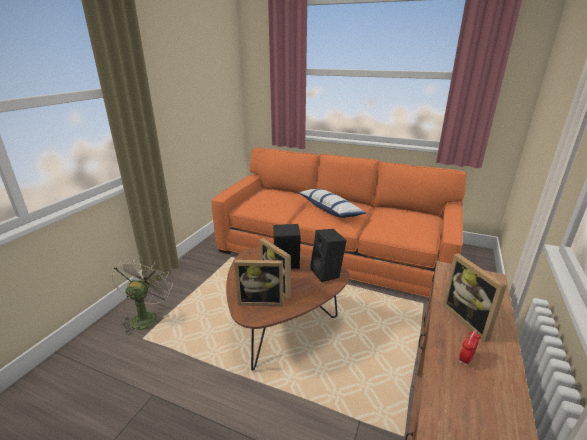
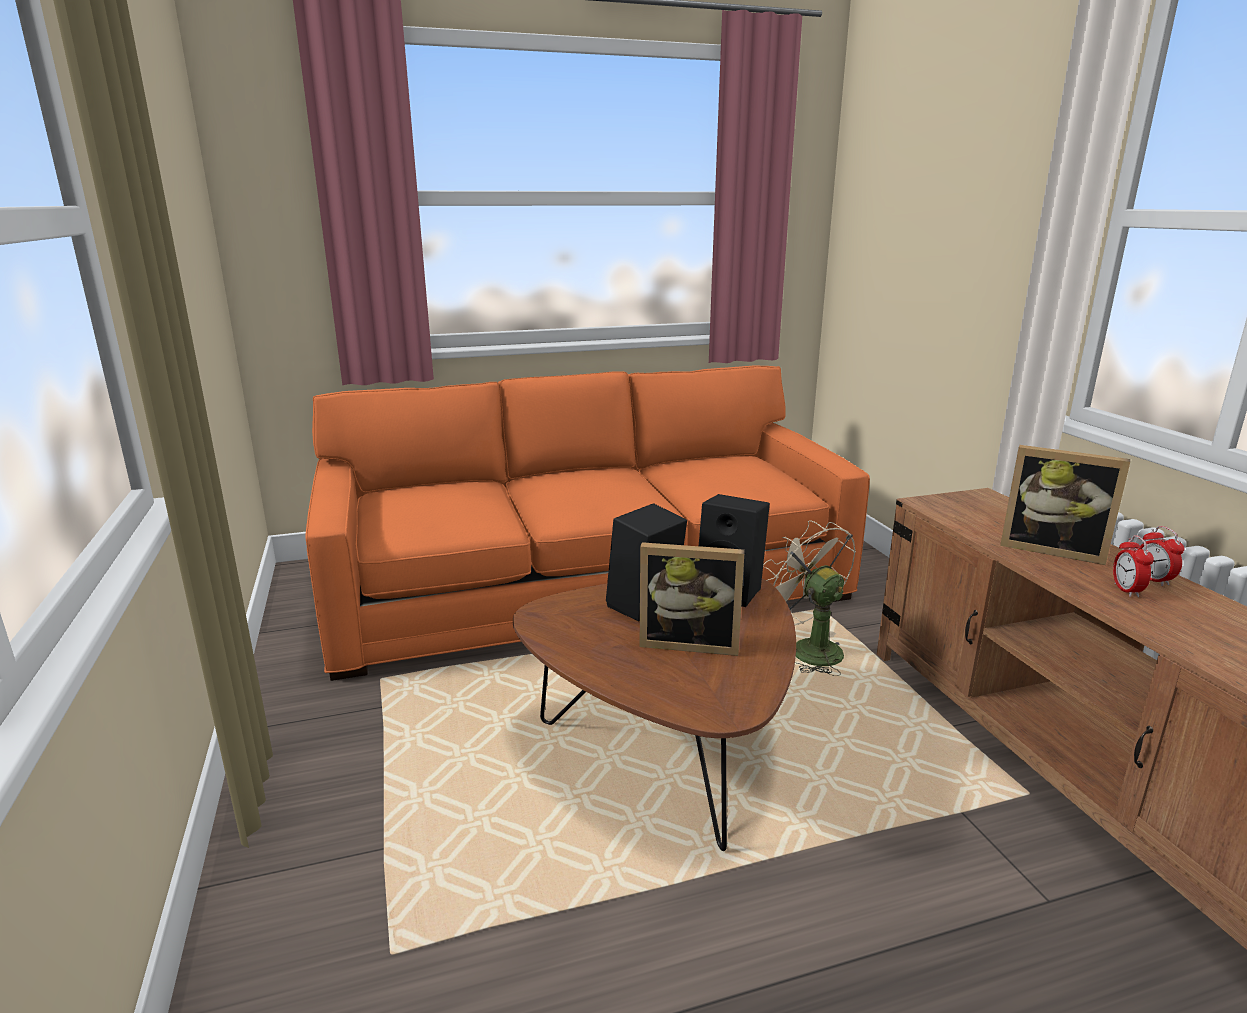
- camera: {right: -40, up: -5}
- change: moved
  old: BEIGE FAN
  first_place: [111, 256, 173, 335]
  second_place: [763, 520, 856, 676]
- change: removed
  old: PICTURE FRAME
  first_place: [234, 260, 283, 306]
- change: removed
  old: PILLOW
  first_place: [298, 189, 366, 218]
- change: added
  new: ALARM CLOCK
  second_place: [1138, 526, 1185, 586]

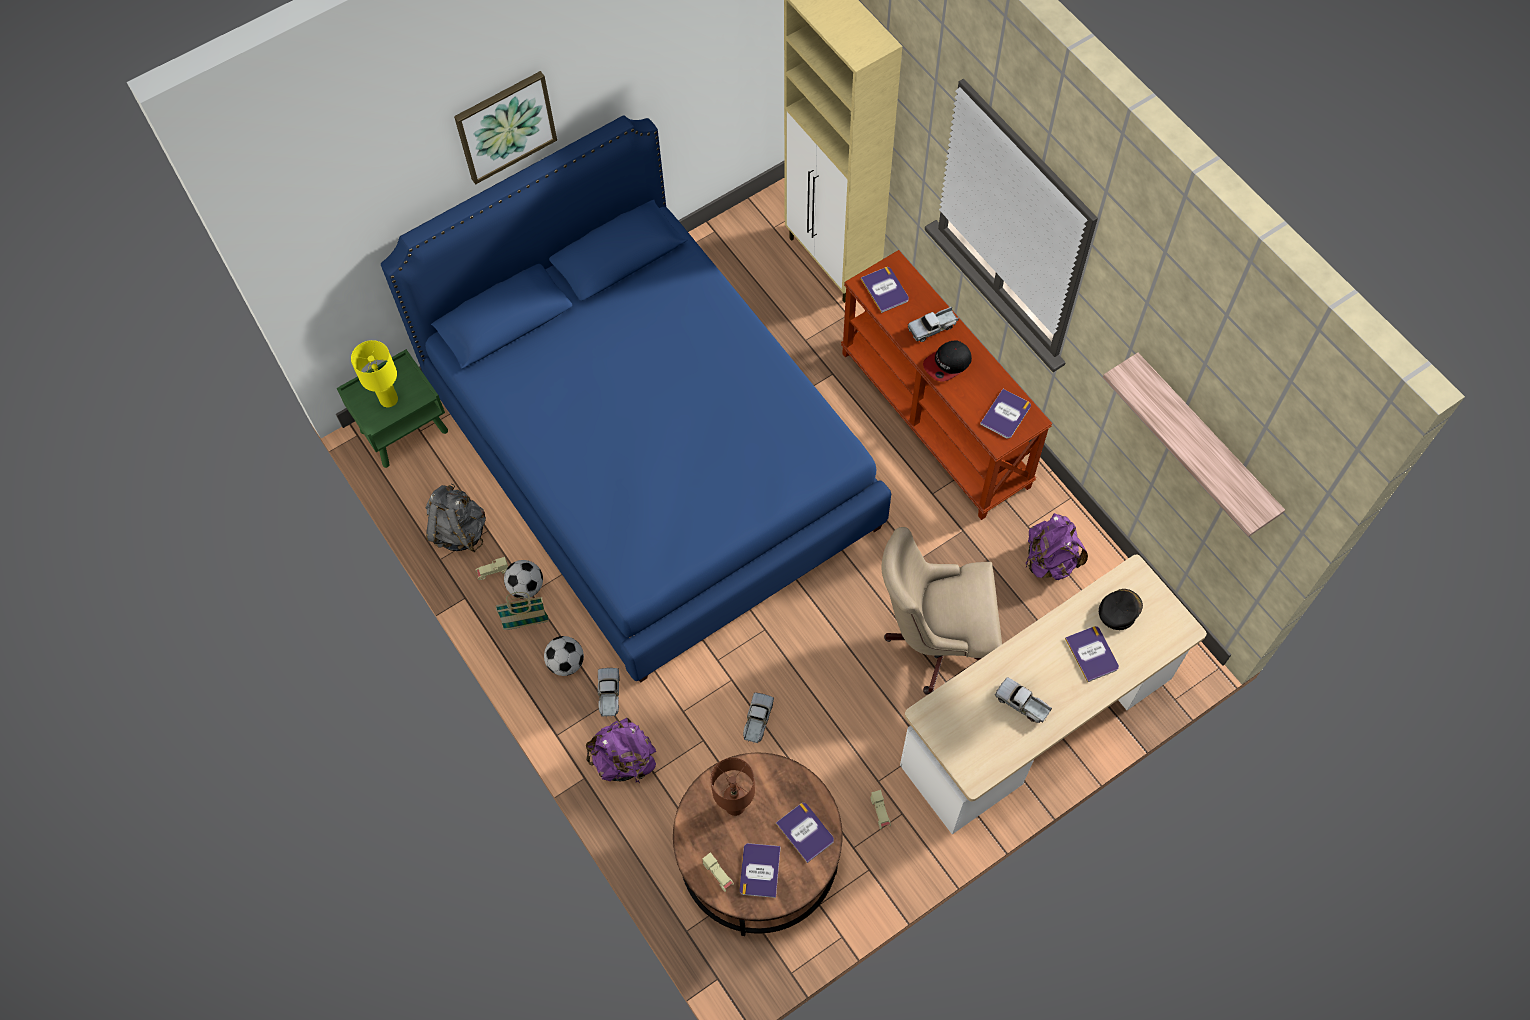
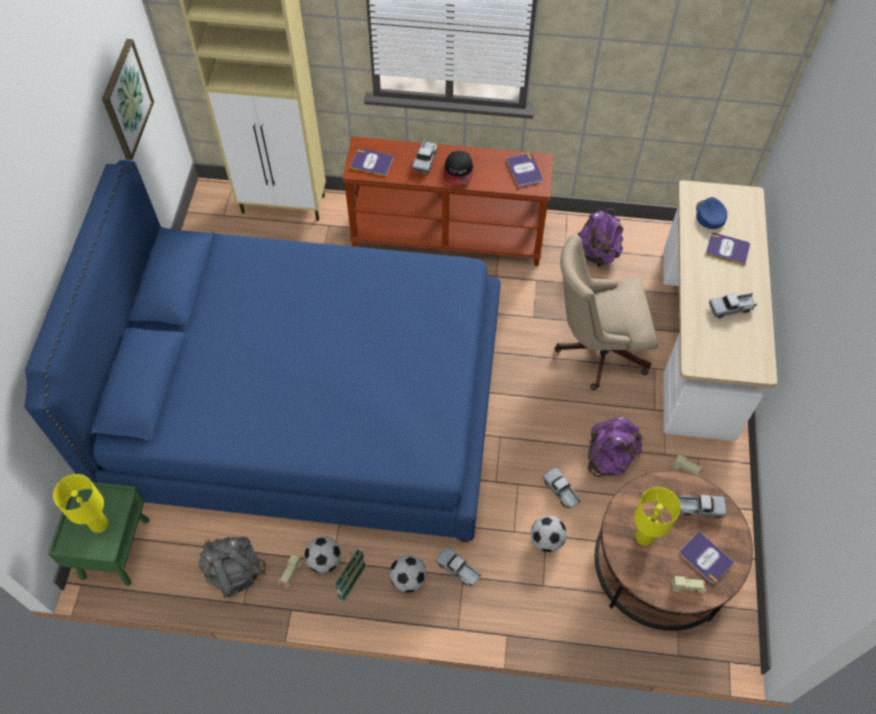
- camera: {right: -50, up: -5}
- change: moved
  old: PICTURE
  first_place: [454, 71, 557, 184]
  second_place: [102, 39, 154, 160]
- change: moved
  old: PURPLE BACKPACK
  first_place: [586, 718, 656, 783]
  second_place: [587, 417, 644, 477]
- change: recoloured
  old: BROWN TABLE LAMP
  new: YELLOW TABLE LAMP
  first_place: [711, 758, 755, 816]
  second_place: [634, 487, 681, 546]
- change: replaced
  old: BOOK
  new: TOY TRUCK
  first_place: [776, 803, 834, 863]
  second_place: [678, 495, 726, 519]
- change: turned
  old: BEIGE OFFICE CHAIR
  first_place: [881, 527, 1002, 695]
  second_place: [554, 235, 659, 390]
  degrees: 45
- change: recoloured
  old: BLACK CAP
  new: BLUE CAP
  first_place: [1099, 589, 1143, 630]
  second_place: [696, 197, 727, 229]
- change: removed
  old: SHELF
  first_place: [1103, 353, 1285, 537]
- change: added
  new: FOOTBALL
  second_place: [531, 516, 567, 552]

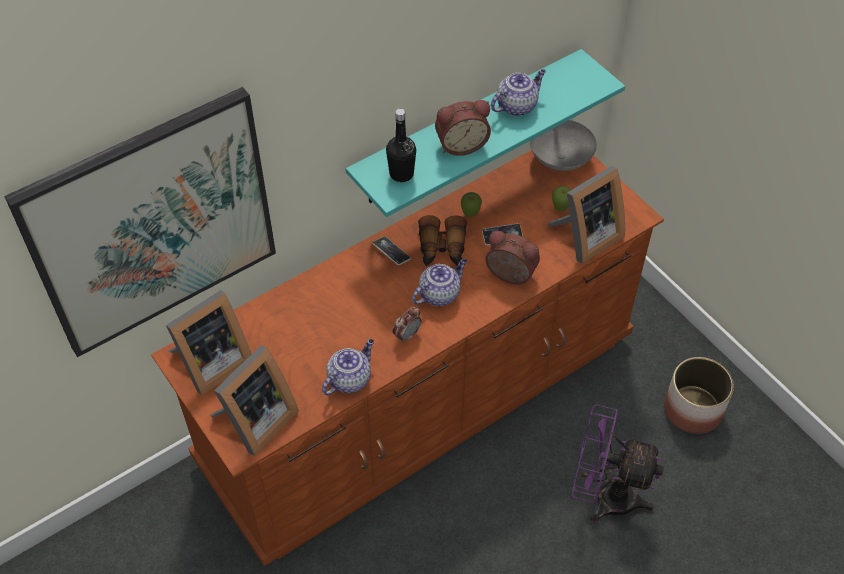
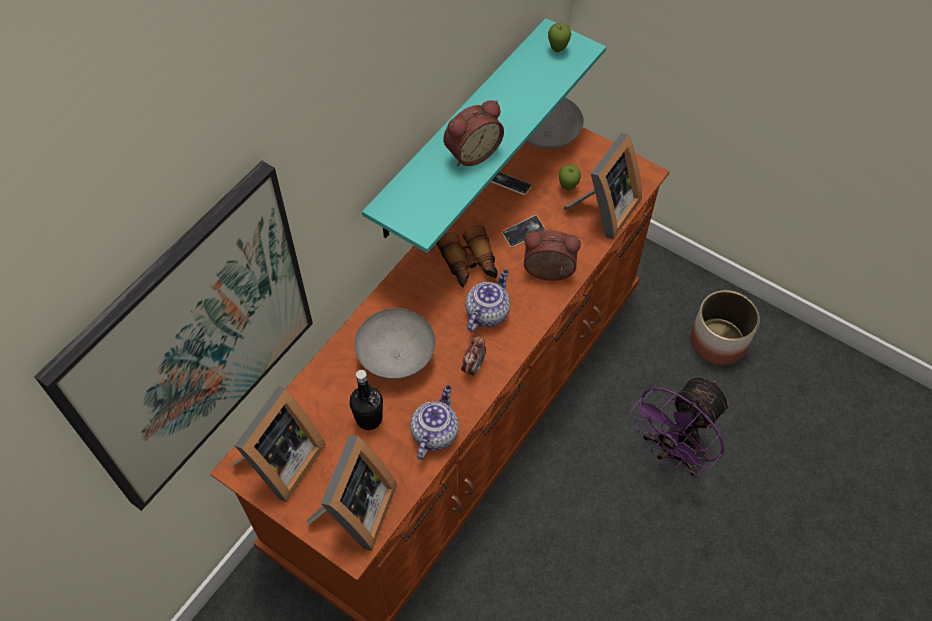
- camera: {right: -20, up: 5}
- change: moved
  old: PHONE
  first_place: [372, 236, 411, 265]
  second_place: [491, 172, 532, 195]
- change: moved
  old: BLACK BOTTLE
  first_place: [386, 109, 416, 182]
  second_place: [349, 370, 383, 430]
- change: moved
  old: APPLE
  first_place: [461, 192, 482, 217]
  second_place: [548, 23, 571, 52]
- change: removed
  old: TEAPOT
  first_place: [491, 69, 546, 116]
- change: turned
  old: PURPLE FAN
  first_place: [572, 404, 664, 523]
  second_place: [630, 377, 730, 476]
  degrees: -45
- change: added
  new: GREY BOWL
  second_place: [354, 308, 435, 379]

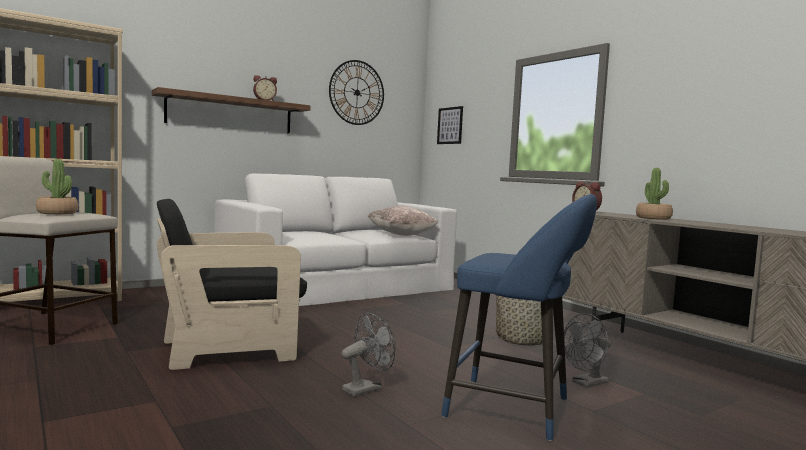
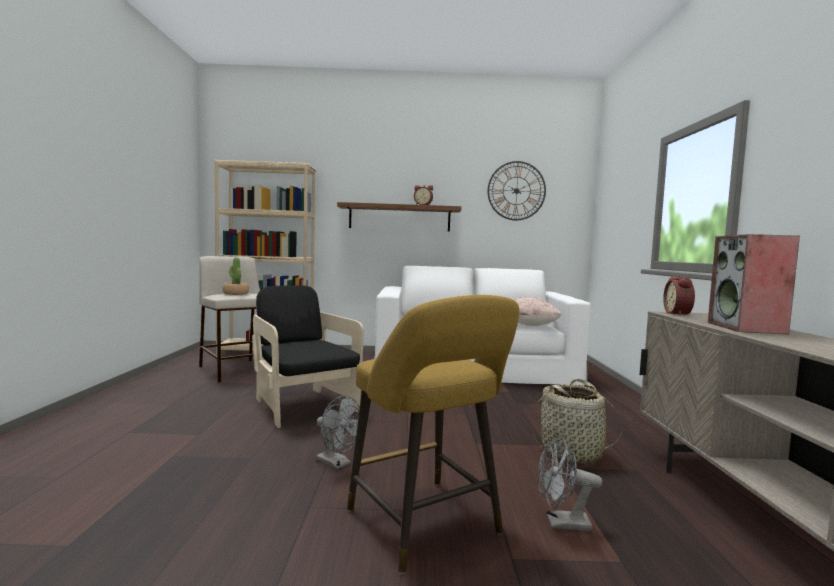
- camera: {right: 35, up: 0}
- change: turned
  old: BLACK ARMCHAIR
  first_place: [157, 199, 307, 370]
  second_place: [252, 285, 364, 428]
  degrees: 45
- change: turned
  old: GREY FAN
  first_place: [341, 313, 396, 396]
  second_place: [316, 396, 360, 469]
  degrees: 45
- change: removed
  old: PICTURE
  first_place: [437, 106, 463, 144]
- change: recoloured
  old: BLUE STOOL
  new: YELLOW STOOL
  first_place: [441, 194, 597, 441]
  second_place: [347, 295, 519, 574]
- change: replaced
  old: POTTED PLANT
  new: SPEAKER
  first_place: [636, 168, 673, 220]
  second_place: [708, 234, 800, 335]

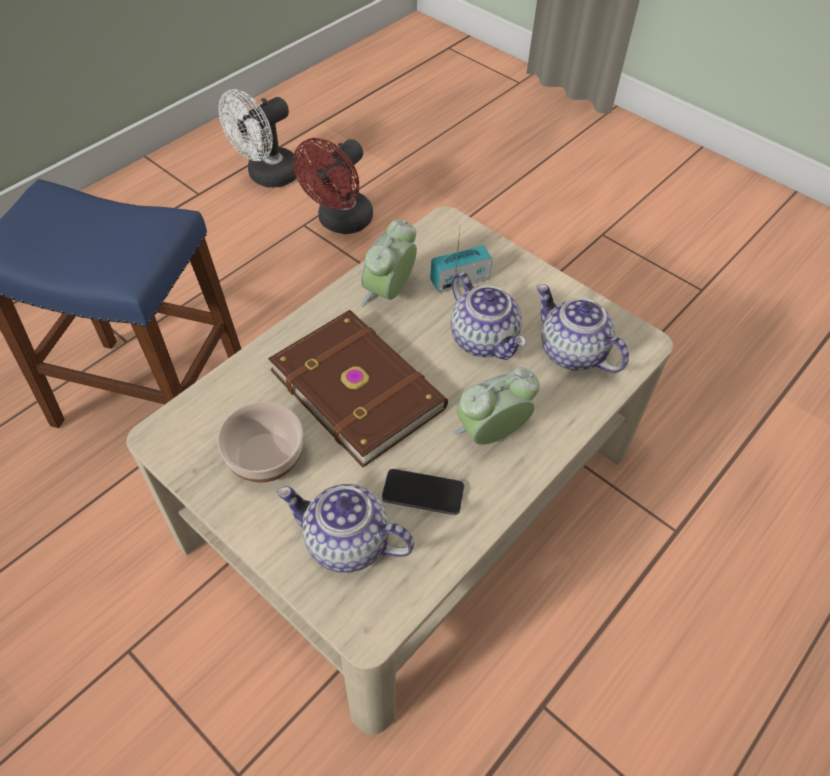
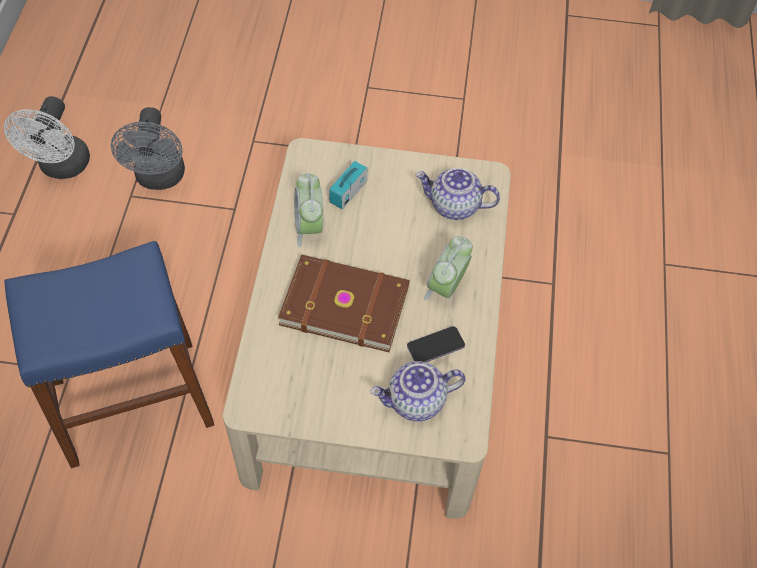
- camera: {right: -35, up: 5}
- change: removed
  old: BOWL
  first_place: [217, 402, 303, 483]
- change: recoloured
  old: RED FAN
  new: GREY FAN
  first_place: [293, 138, 373, 234]
  second_place: [111, 107, 185, 190]
- change: removed
  old: TEAPOT
  first_place: [451, 272, 526, 360]

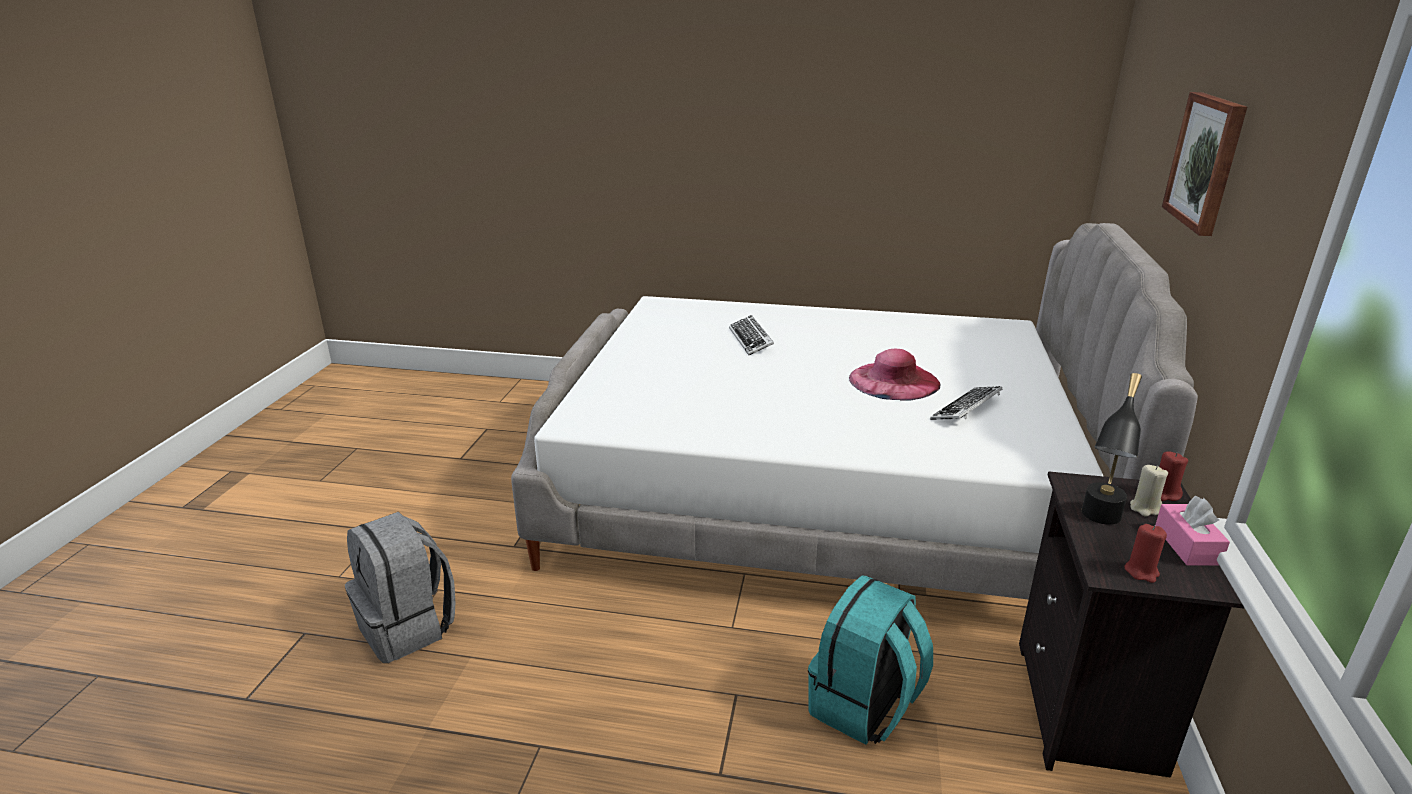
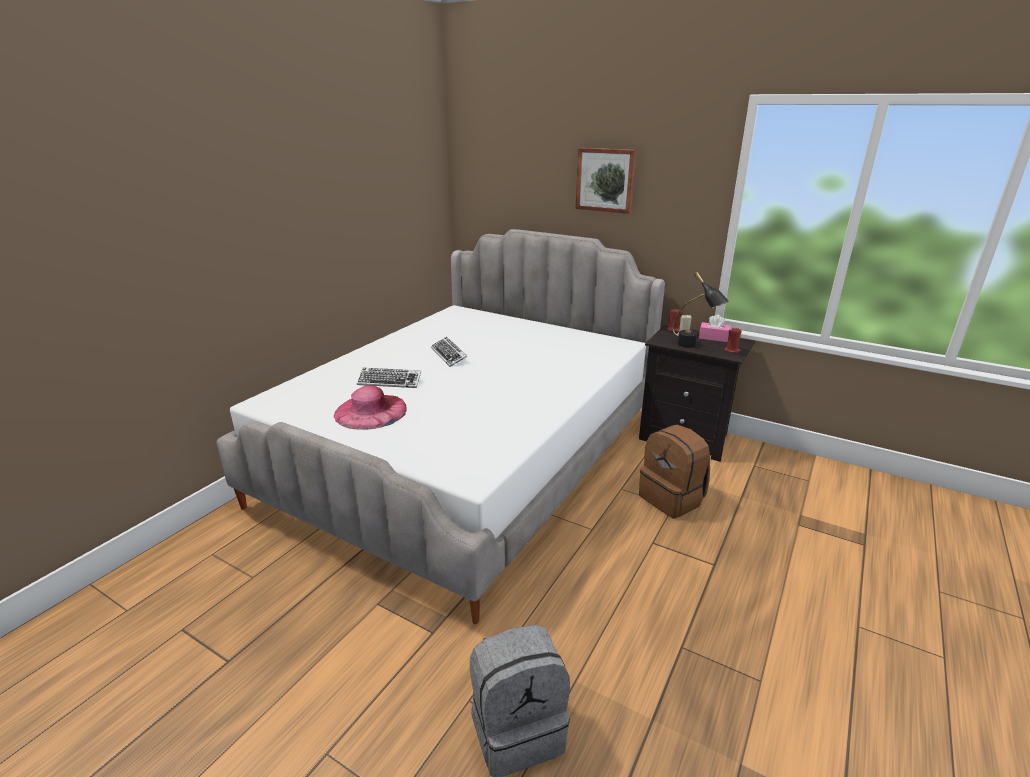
- camera: {right: -70, up: 0}
- change: recoloured
  old: TURQUOISE BACKPACK
  new: BROWN BACKPACK
  first_place: [808, 576, 933, 745]
  second_place: [639, 425, 710, 519]
- change: moved
  old: PINK HAT
  first_place: [849, 349, 941, 401]
  second_place: [334, 385, 407, 430]
- change: moved
  old: KEYBOARD
  first_place: [930, 386, 1002, 420]
  second_place: [431, 337, 467, 367]

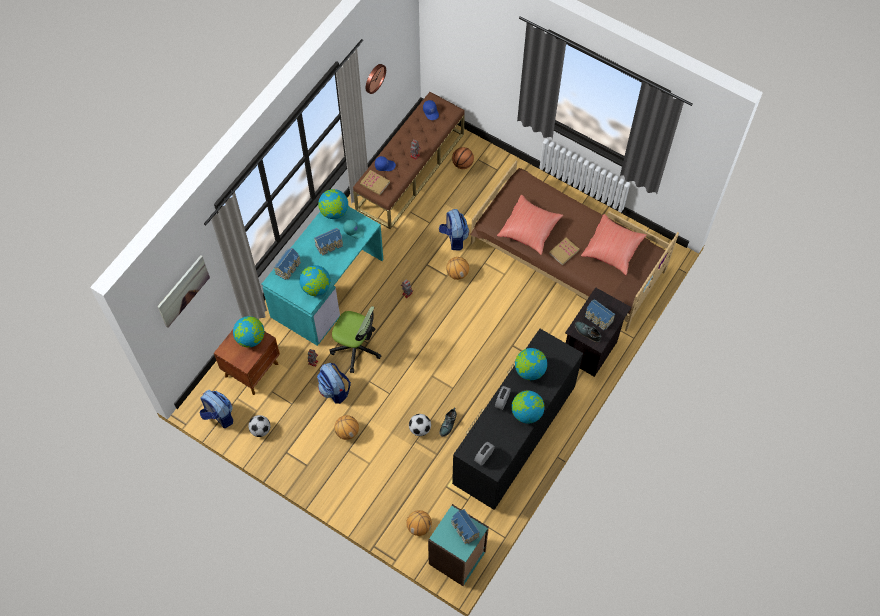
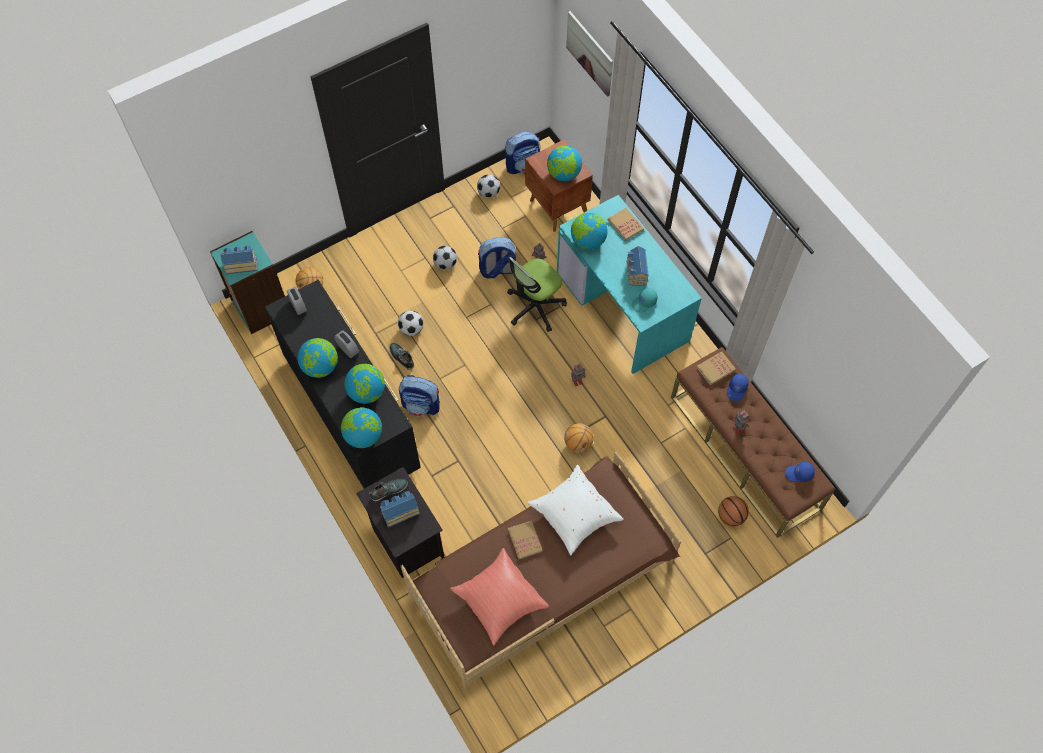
- camera: {right: 115, up: 0}
- change: replaced
  old: TOY HOUSE
  new: BOOK
  first_place: [274, 248, 301, 280]
  second_place: [608, 208, 644, 241]
- change: moved
  old: GLOBE
  first_place: [318, 189, 348, 219]
  second_place: [341, 407, 382, 448]
- change: replaced
  old: BASKETBALL
  new: FOOTBALL
  first_place: [334, 415, 359, 440]
  second_place: [433, 246, 457, 270]
- change: removed
  old: WALL CLOCK
  first_place: [366, 64, 386, 94]
- change: moved
  old: BACKPACK
  first_place: [439, 209, 469, 250]
  second_place: [399, 375, 440, 417]
- change: recoloured
  old: RED PILLOW
  new: WHITE PILLOW
  first_place: [497, 195, 563, 255]
  second_place: [527, 465, 623, 556]

